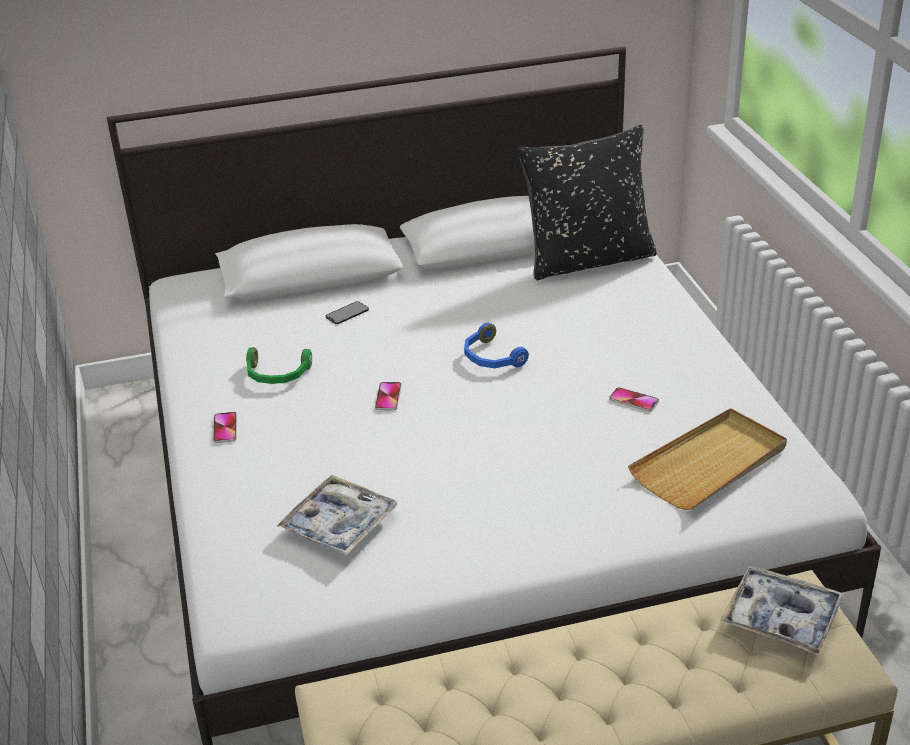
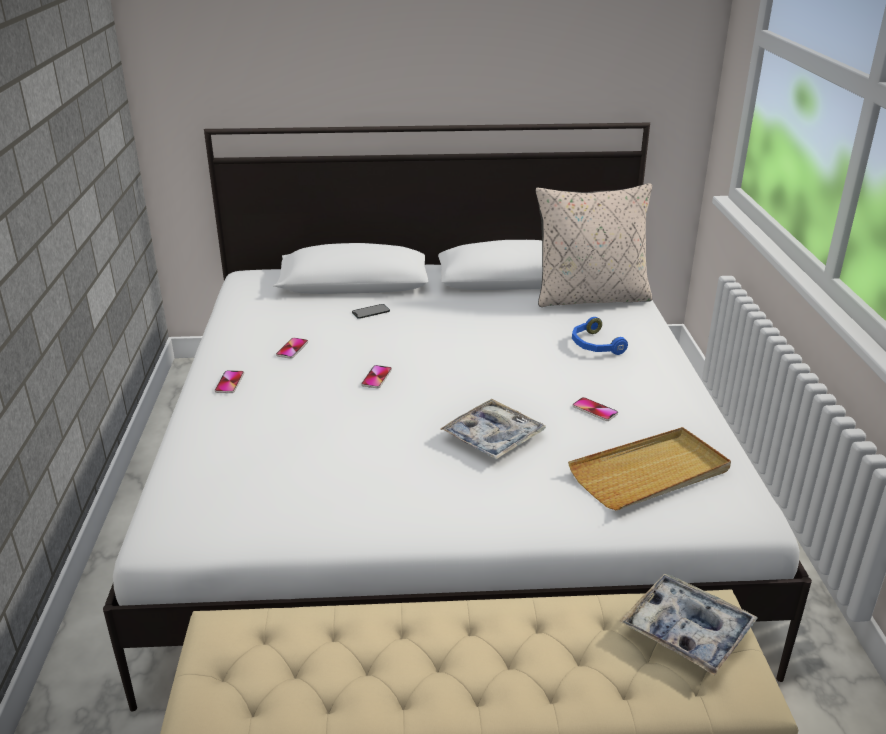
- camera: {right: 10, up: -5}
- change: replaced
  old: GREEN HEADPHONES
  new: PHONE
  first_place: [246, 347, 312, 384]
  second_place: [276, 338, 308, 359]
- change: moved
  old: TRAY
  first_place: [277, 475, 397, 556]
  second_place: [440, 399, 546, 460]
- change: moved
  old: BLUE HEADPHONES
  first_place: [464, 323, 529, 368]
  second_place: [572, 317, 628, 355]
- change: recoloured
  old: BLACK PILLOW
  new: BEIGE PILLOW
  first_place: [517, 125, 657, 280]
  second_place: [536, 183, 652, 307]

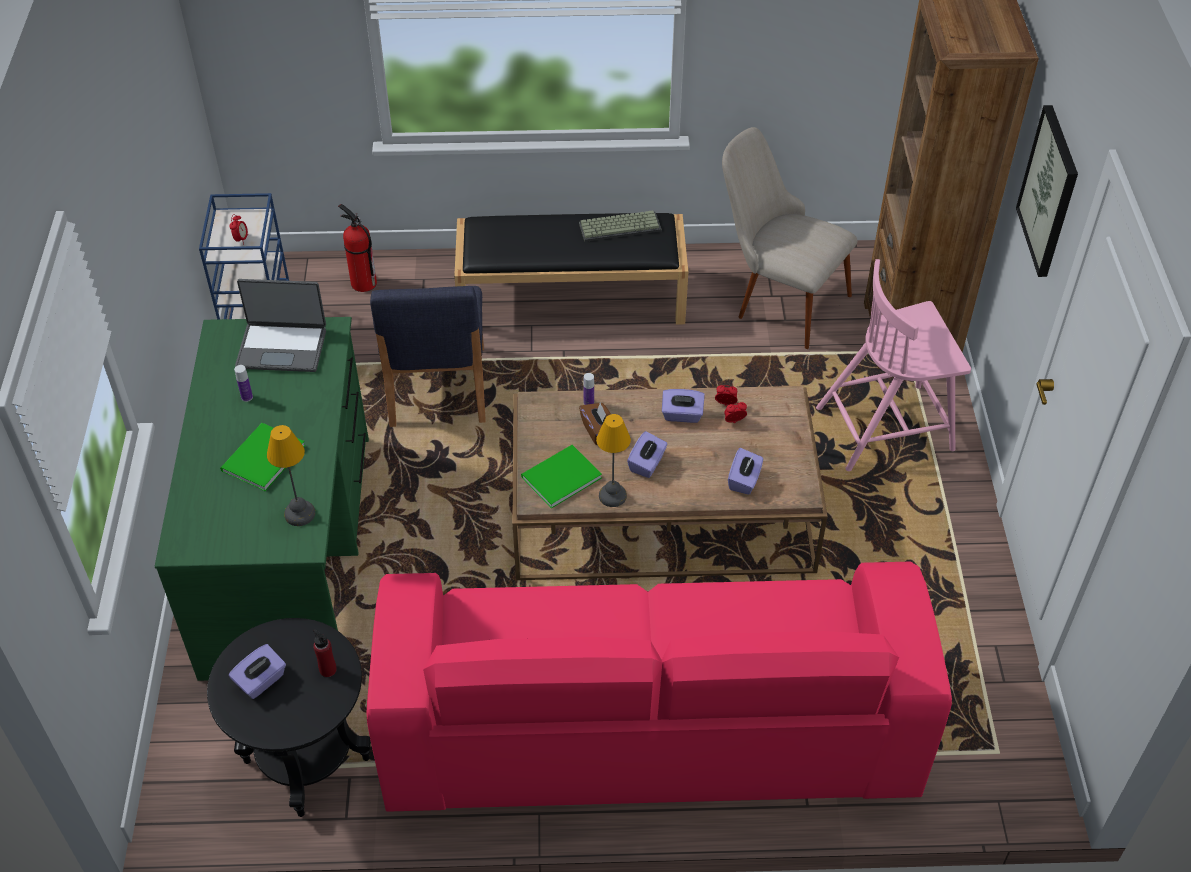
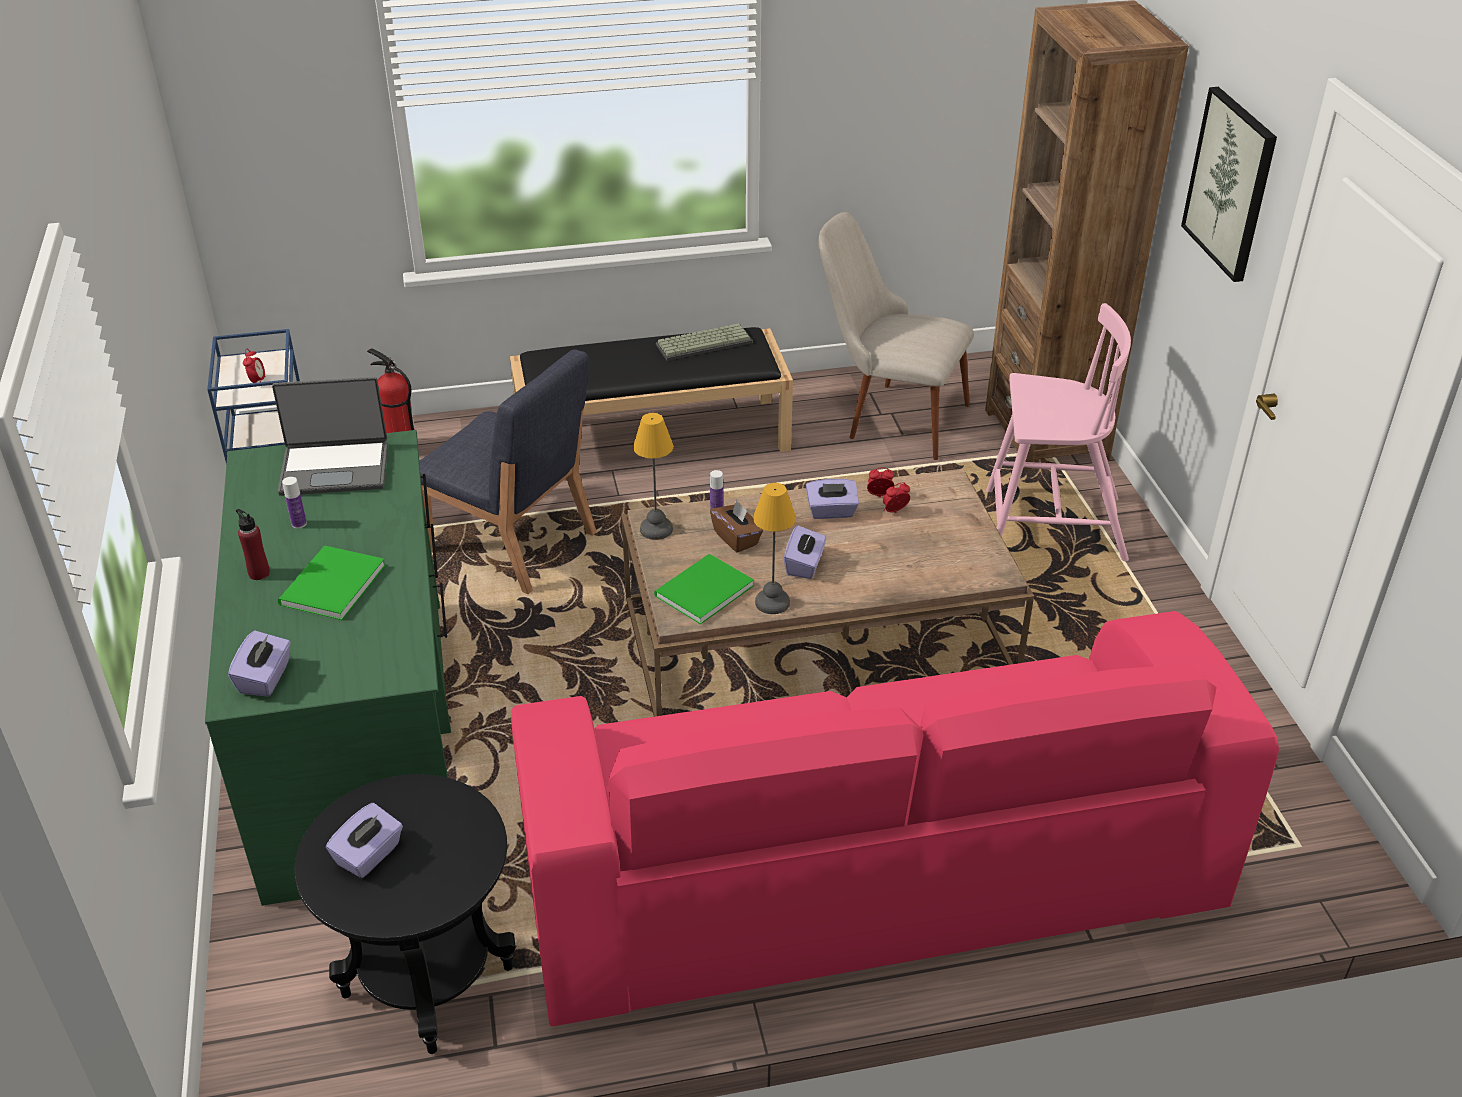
- camera: {right: -10, up: -10}
- change: moved
  old: TABLE LAMP
  first_place: [267, 425, 315, 526]
  second_place: [633, 413, 673, 540]
- change: moved
  old: RED BOTTLE
  first_place: [313, 629, 337, 677]
  second_place: [236, 509, 270, 580]
- change: turned
  old: BLUE CHAIR
  first_place: [370, 286, 486, 427]
  second_place: [419, 349, 597, 594]
  degrees: -45
- change: moved
  old: PURPLE TISSUE BOX
  first_place: [728, 448, 763, 495]
  second_place: [228, 630, 291, 697]
- change: turned
  old: PINK CHAIR
  first_place: [816, 259, 971, 471]
  second_place: [986, 303, 1131, 562]
  degrees: -150

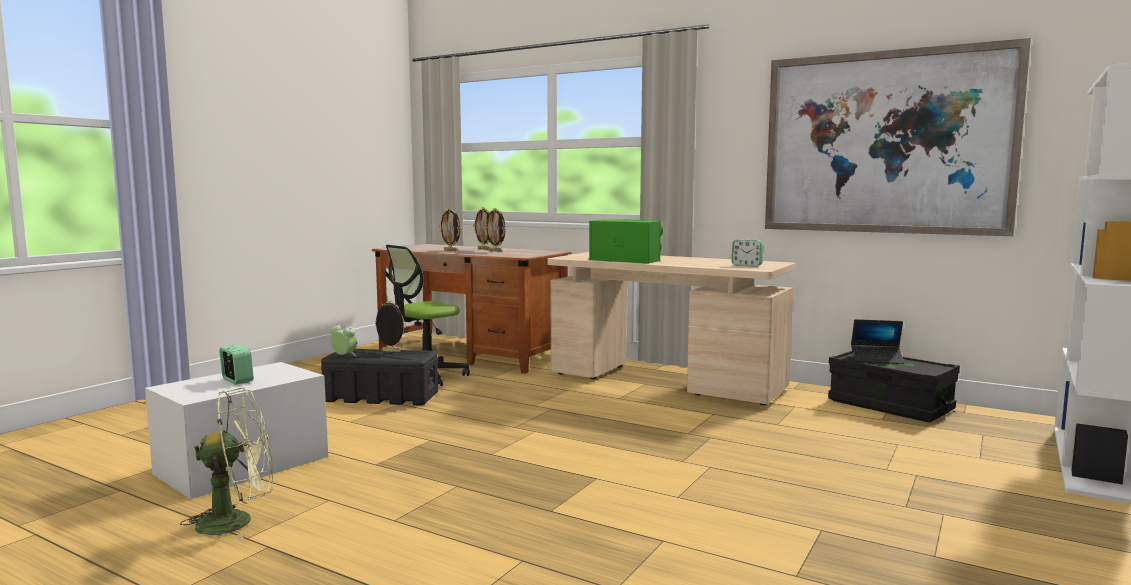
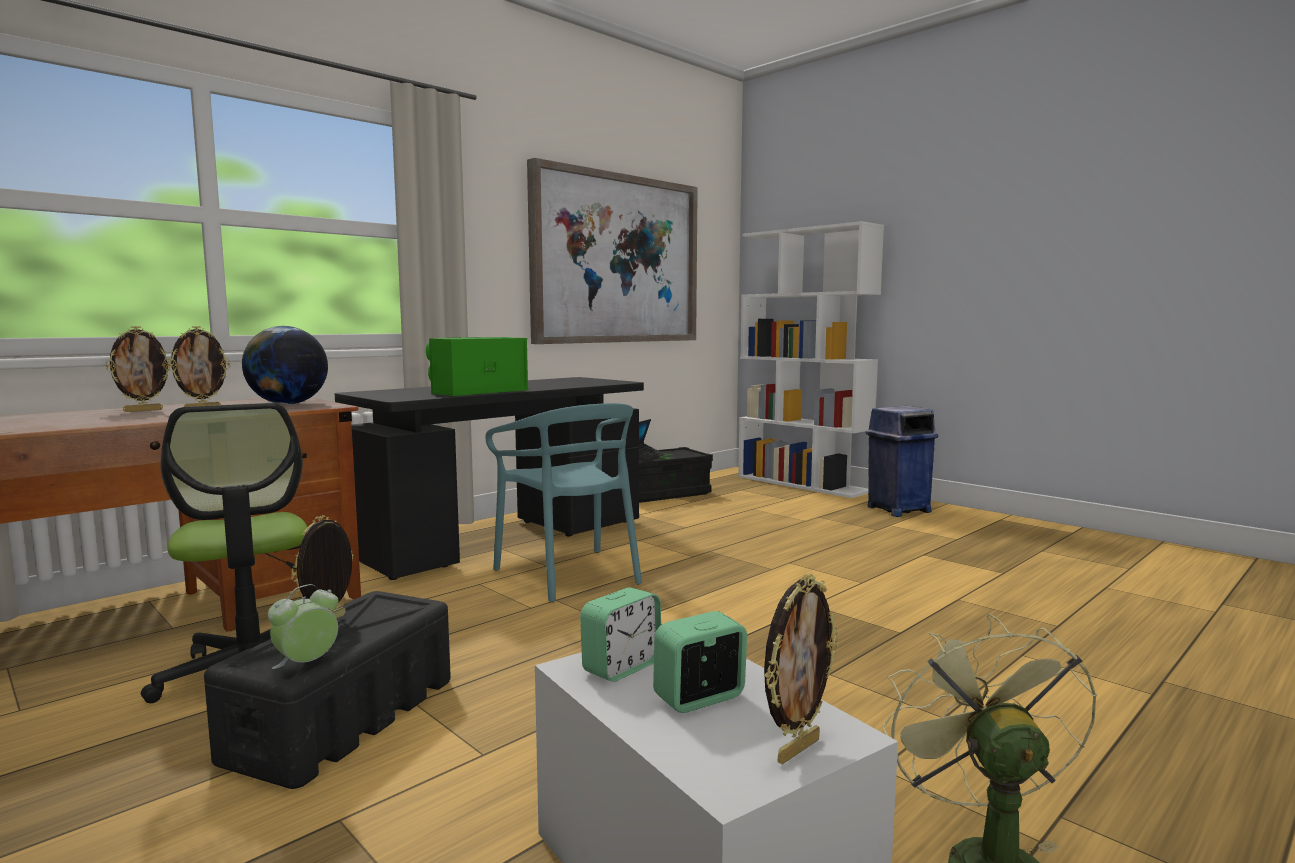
- camera: {right: -75, up: 0}
- change: moved
  old: PICTURE FRAME
  first_place: [439, 208, 461, 251]
  second_place: [764, 574, 838, 764]
- change: recoloured
  old: BEIGE DESK
  new: BLACK DESK
  first_place: [547, 252, 795, 405]
  second_place: [335, 377, 644, 580]
- change: moved
  old: ALARM CLOCK
  first_place: [732, 239, 763, 267]
  second_place: [580, 587, 661, 682]
- change: added
  new: GLOBE
  second_place: [242, 326, 328, 405]
- change: added
  new: TURQUOISE CHAIR
  second_place: [486, 403, 642, 602]
- change: added
  new: BLUE TRASH CAN
  second_place: [866, 406, 938, 517]

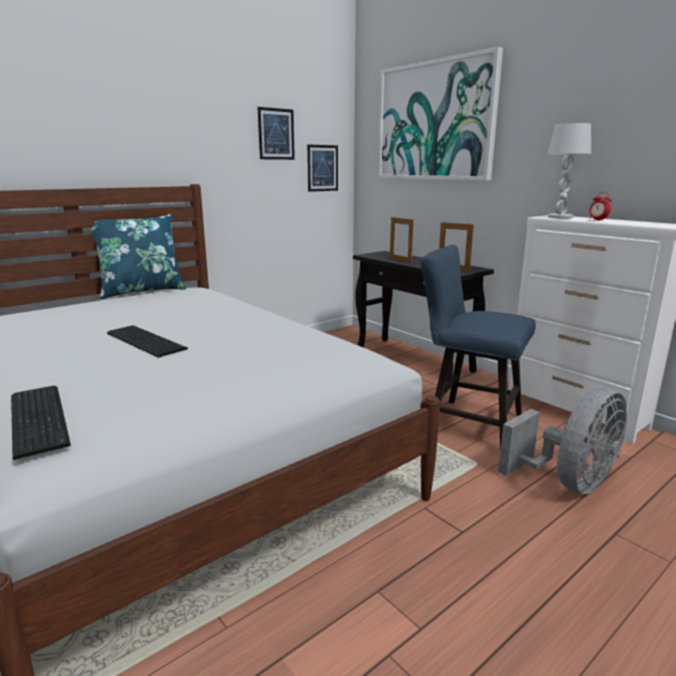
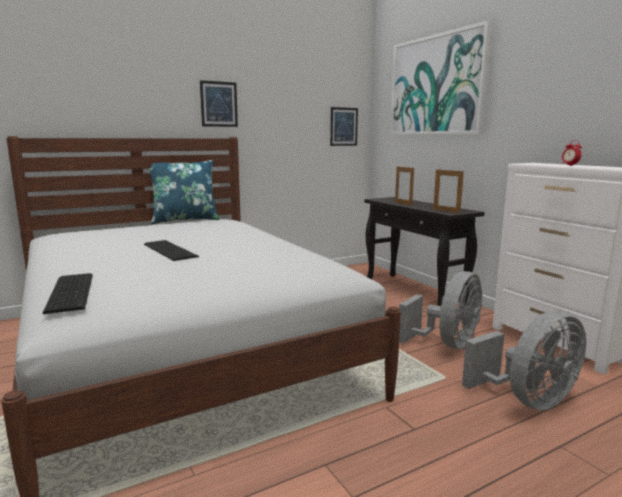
- camera: {right: 10, up: -5}
- change: moved
  old: PICTURE
  first_place: [258, 107, 295, 160]
  second_place: [200, 80, 238, 127]
- change: replaced
  old: BLUE CHAIR
  new: GREY FAN
  first_place: [421, 245, 536, 449]
  second_place: [399, 271, 483, 349]
- change: removed
  old: WHITE TABLE LAMP
  first_place: [548, 123, 591, 219]

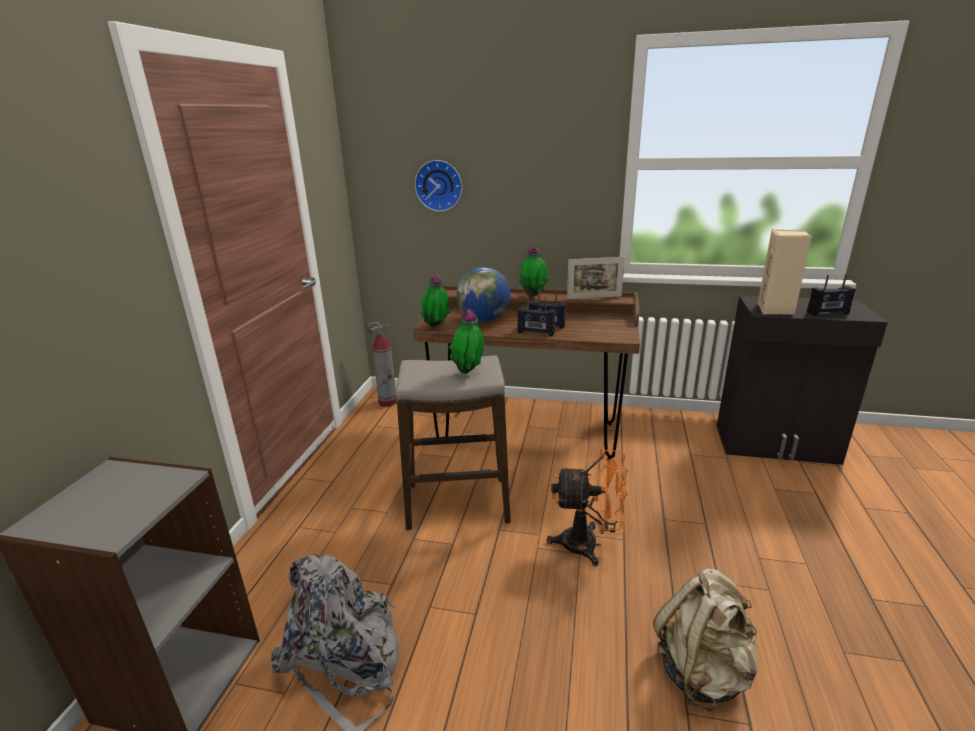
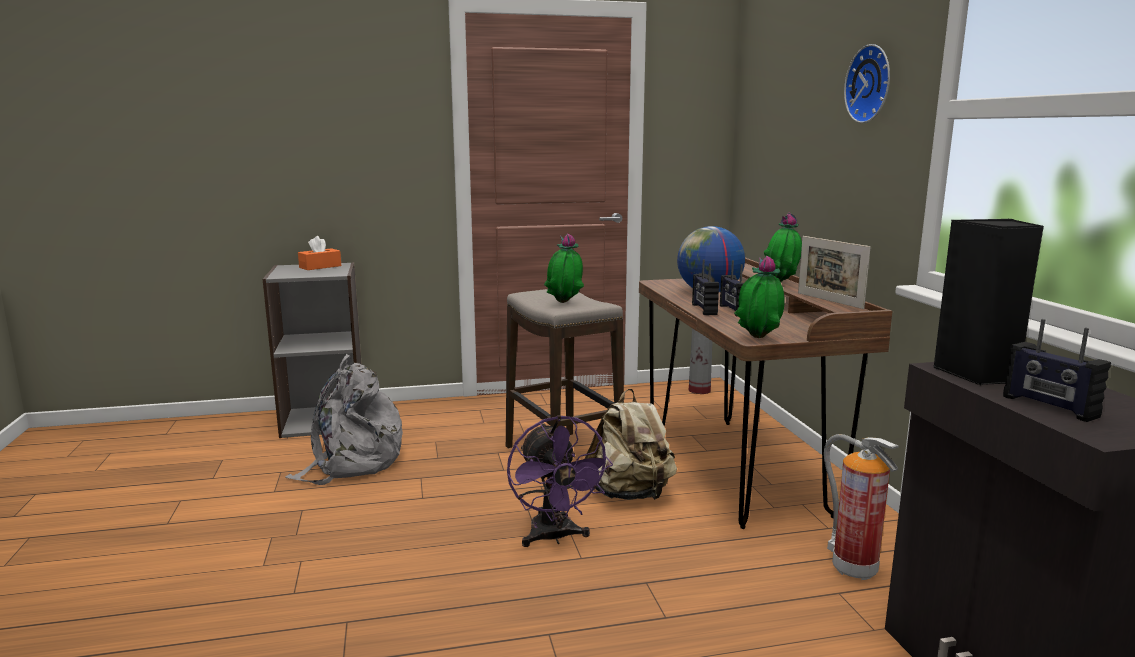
- camera: {right: 65, up: -10}
- change: moved
  old: WALL CLOCK
  first_place: [415, 160, 462, 212]
  second_place: [844, 44, 890, 123]
- change: moved
  old: POTTED PLANT
  first_place: [421, 274, 451, 327]
  second_place: [734, 256, 784, 338]
- change: recoloured
  old: ORANGE FAN
  new: PURPLE FAN
  first_place: [547, 448, 628, 566]
  second_place: [507, 415, 613, 547]
- change: moved
  old: BEIGE BACKPACK
  first_place: [653, 569, 758, 711]
  second_place: [585, 388, 677, 500]
- change: recoloured
  old: BEIGE SPEAKER
  new: BLACK SPEAKER
  first_place: [758, 229, 812, 315]
  second_place: [934, 219, 1044, 385]
- change: added
  new: ORANGE TISSUE BOX
  second_place: [298, 236, 341, 270]
- change: added
  new: FIRE EXTINGUISHER
  second_place: [824, 434, 899, 580]

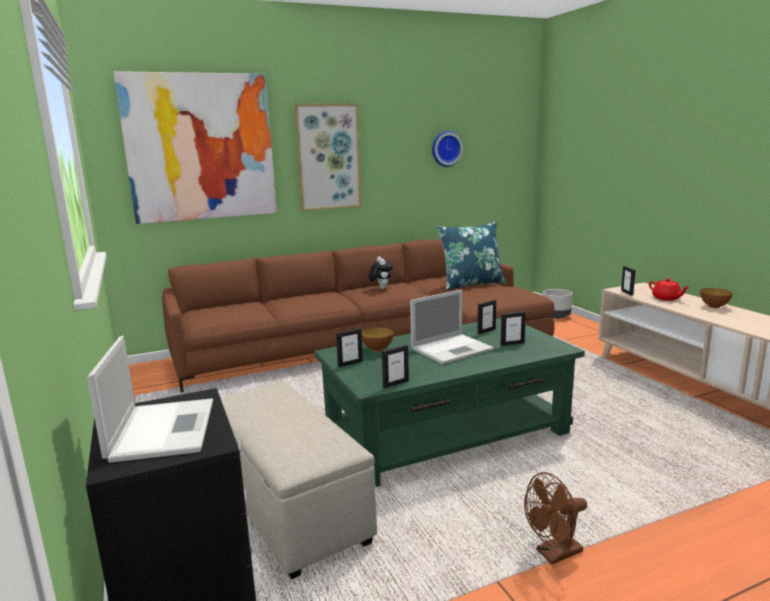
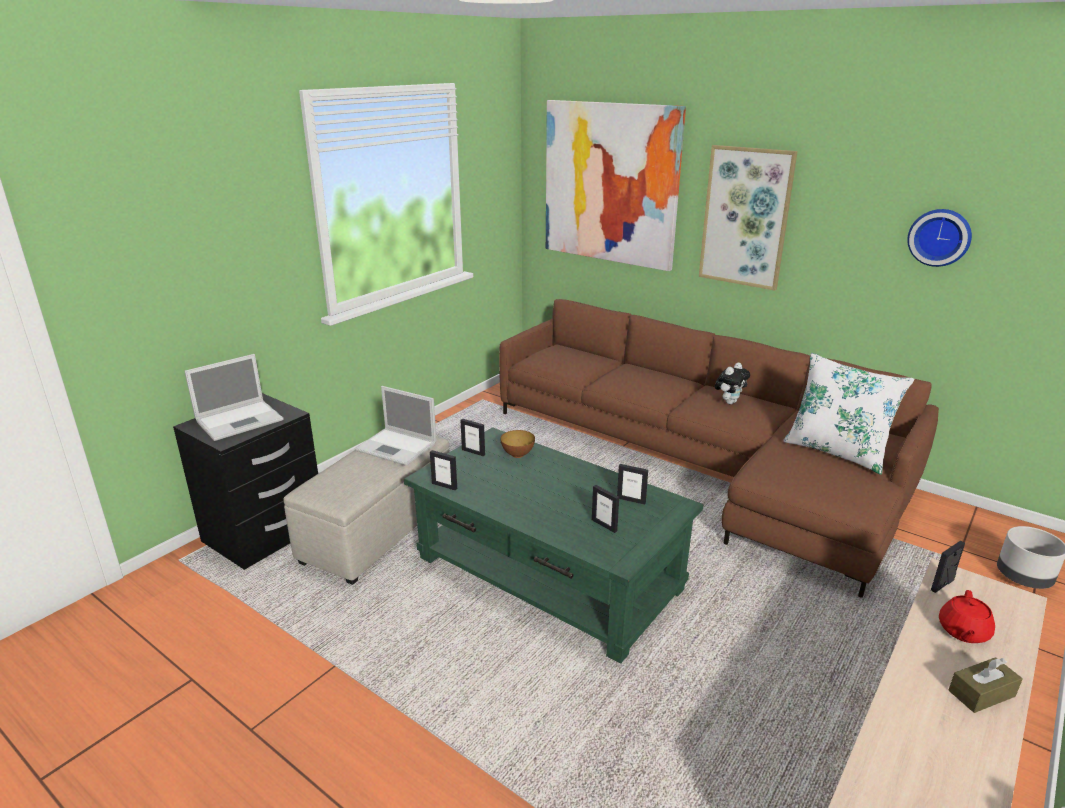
- camera: {right: 60, up: 10}
- change: moved
  old: LAPTOP
  first_place: [410, 289, 494, 365]
  second_place: [355, 386, 437, 466]
- change: recoloured
  old: BLUE PILLOW
  new: WHITE PILLOW
  first_place: [437, 222, 506, 291]
  second_place: [783, 353, 915, 475]
- change: removed
  old: BROWN FAN
  first_place: [524, 472, 587, 565]
- change: replaced
  old: BOWL
  new: BROWN TISSUE BOX
  first_place: [700, 288, 733, 308]
  second_place: [948, 657, 1023, 713]

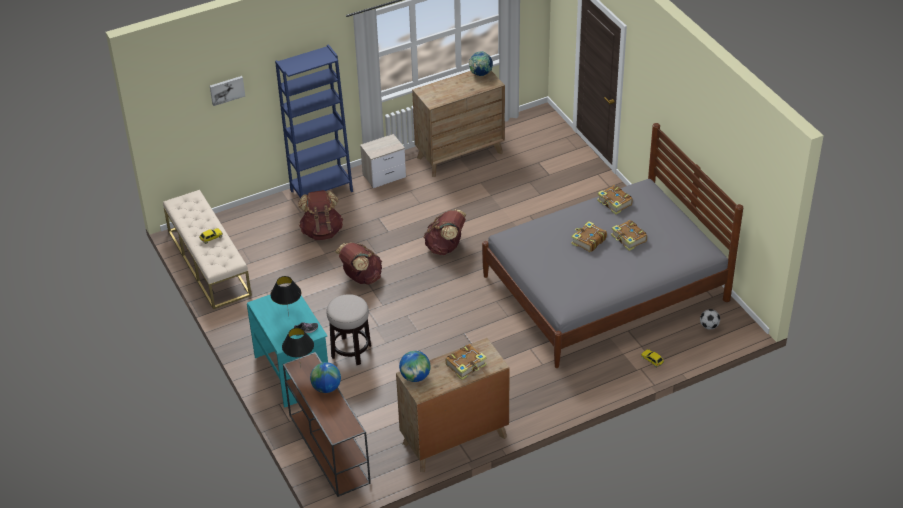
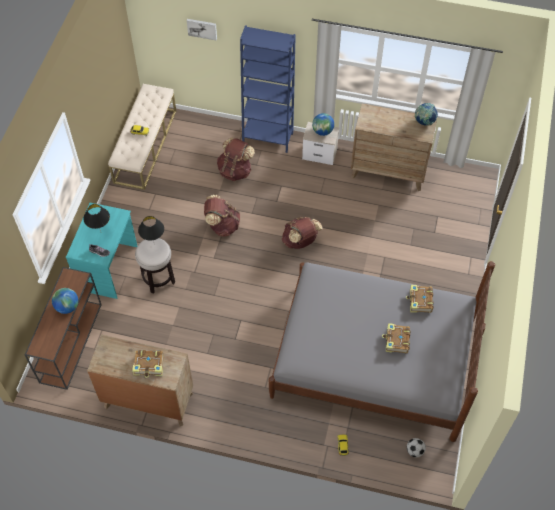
- camera: {right: 40, up: 15}
- change: moved
  old: BLACK TABLE LAMP
  first_place: [282, 328, 314, 367]
  second_place: [138, 216, 164, 245]
- change: moved
  old: GLOBE
  first_place: [399, 351, 431, 382]
  second_place: [312, 113, 334, 136]
- change: removed
  old: BOOK
  first_place: [571, 221, 607, 252]

